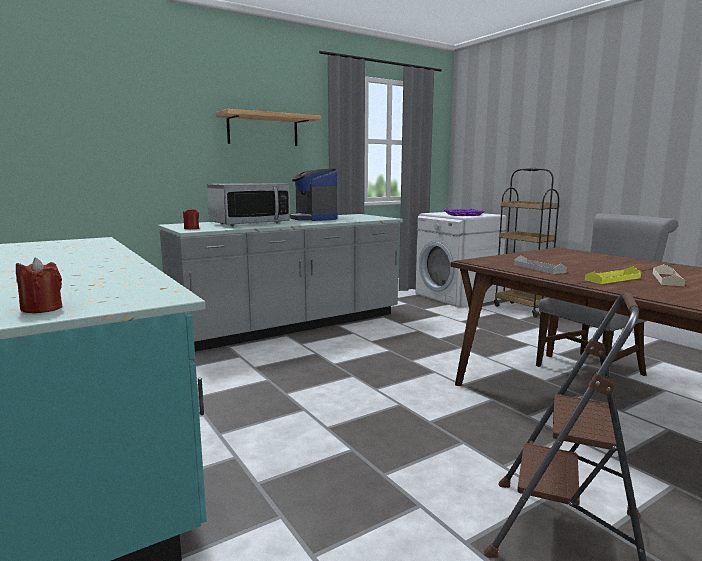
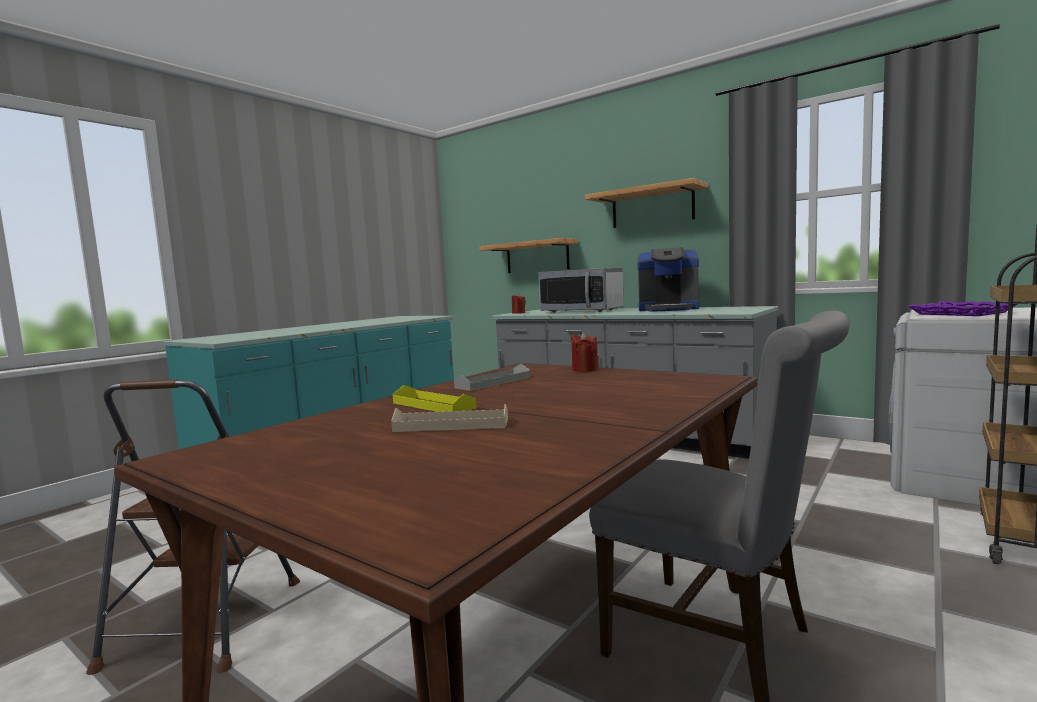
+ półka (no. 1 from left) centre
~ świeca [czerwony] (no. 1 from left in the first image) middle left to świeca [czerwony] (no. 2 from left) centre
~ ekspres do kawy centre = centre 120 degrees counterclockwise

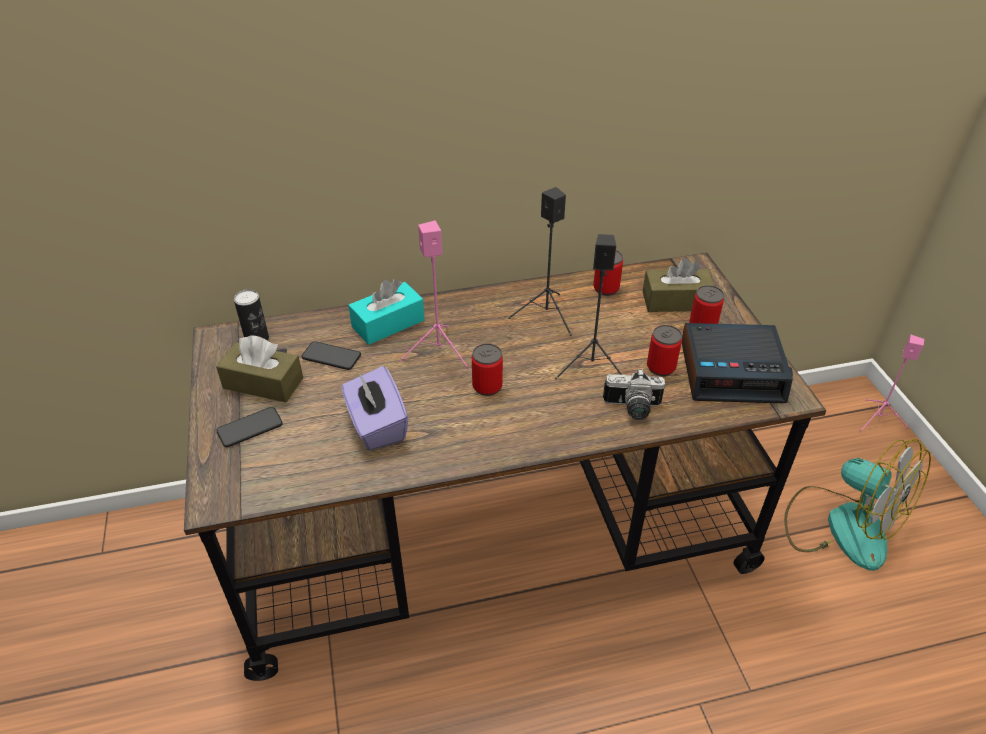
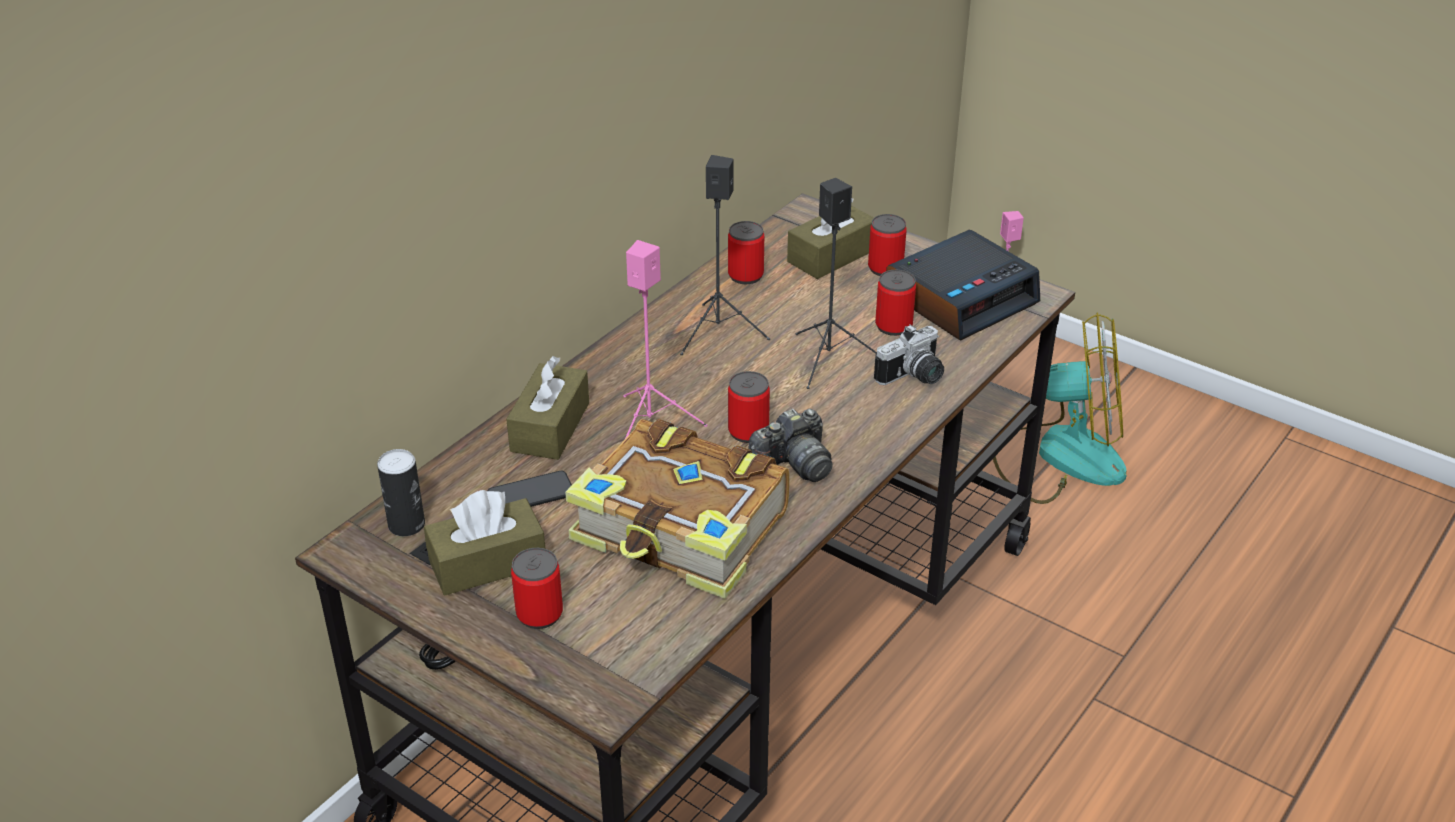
~ pudełko chusteczek [turkusowy] centre to pudełko chusteczek [brązowy] (no. 2 from left) centre
~ telefon (no. 1 from left) middle left to puszka (no. 2 from left) bottom centre
~ pudełko chusteczek [fioletowy] centre to książka centre
+ aparat fotograficzny (no. 1 from left) centre

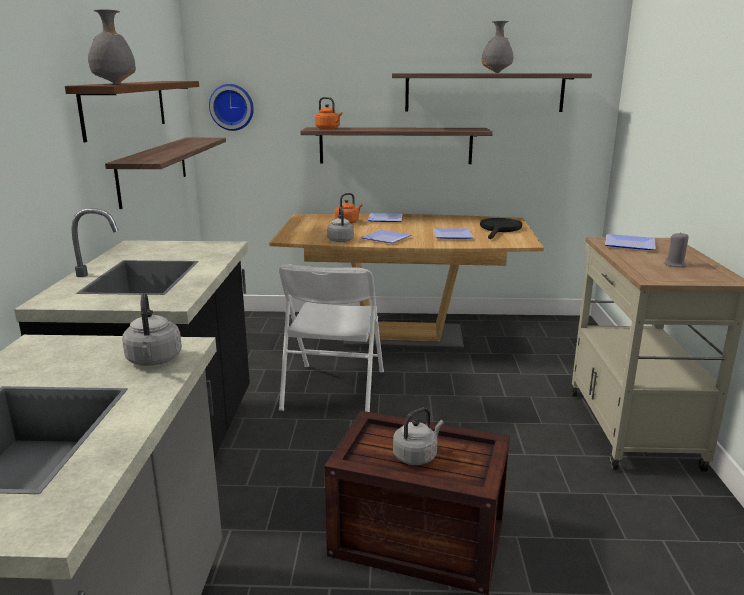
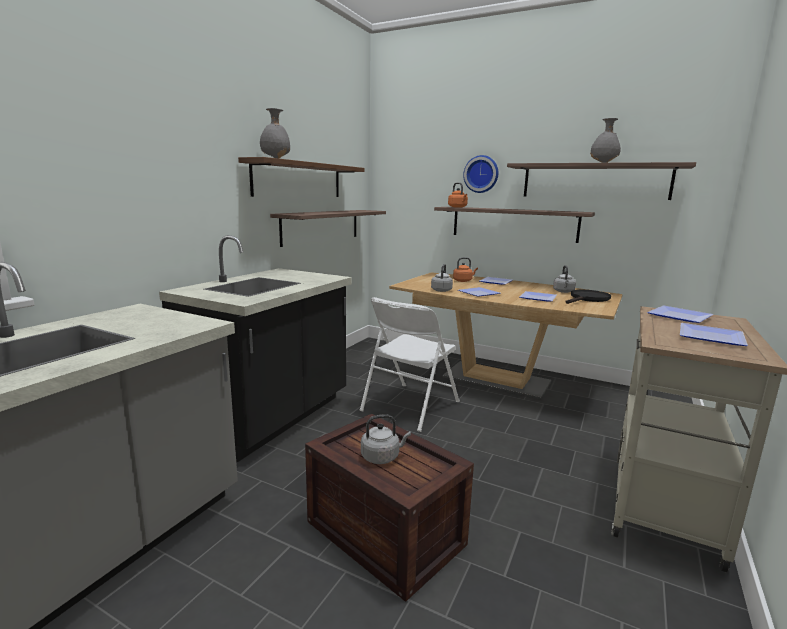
~ zegar ścienny top left to top centre
~ czajnik [szary] (no. 1 from left in the first image) middle left to czajnik [szary] (no. 3 from left) middle right
~ świeca [szary] middle right to talerz (no. 5 from left) middle right

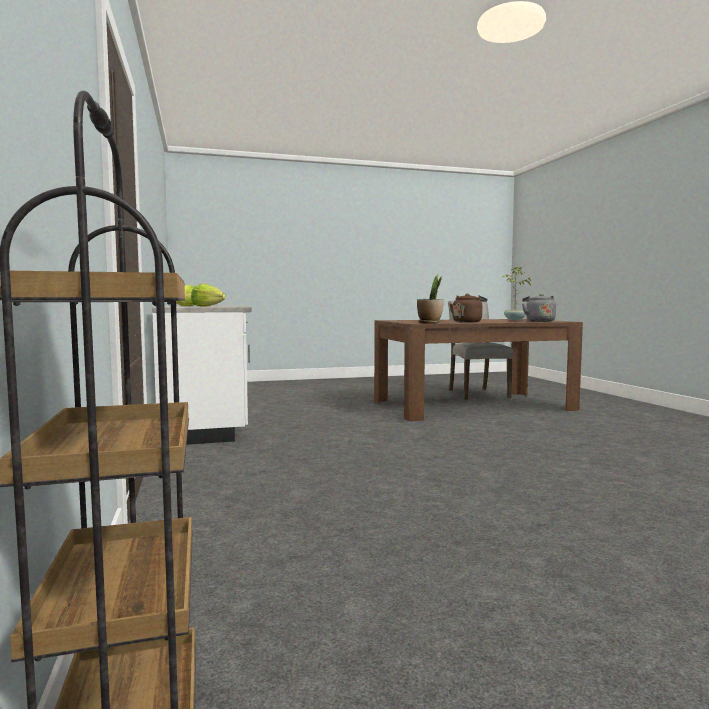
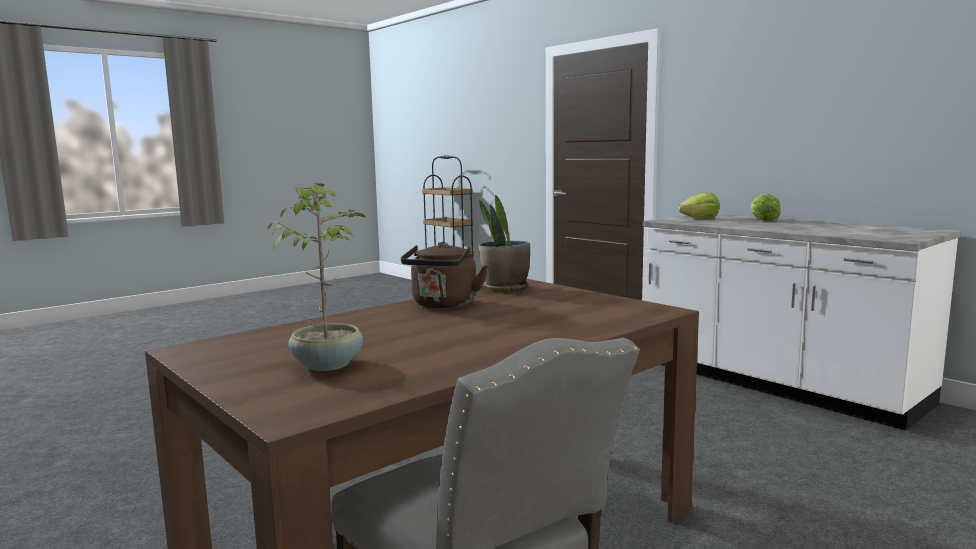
- czajnik [szary] middle right

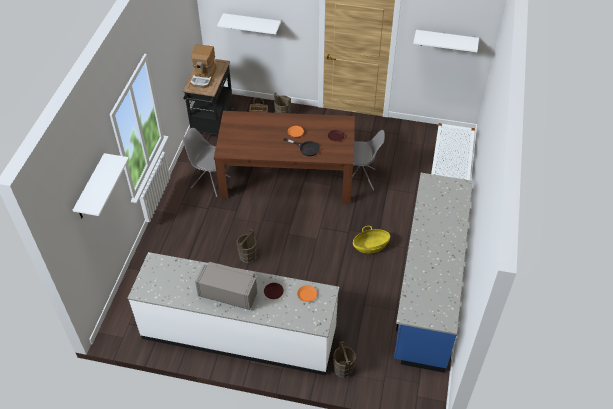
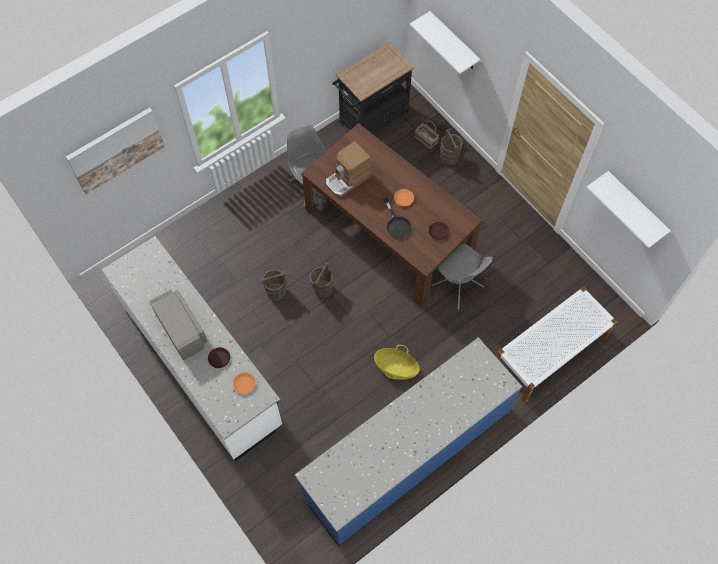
~ półka [biały] (no. 1 from left) middle left to obraz top left
~ wiadro [brązowy] (no. 3 from left in the first image) bottom centre to wiadro [brązowy] (no. 2 from left) centre
~ ekspres do kawy top left to top centre

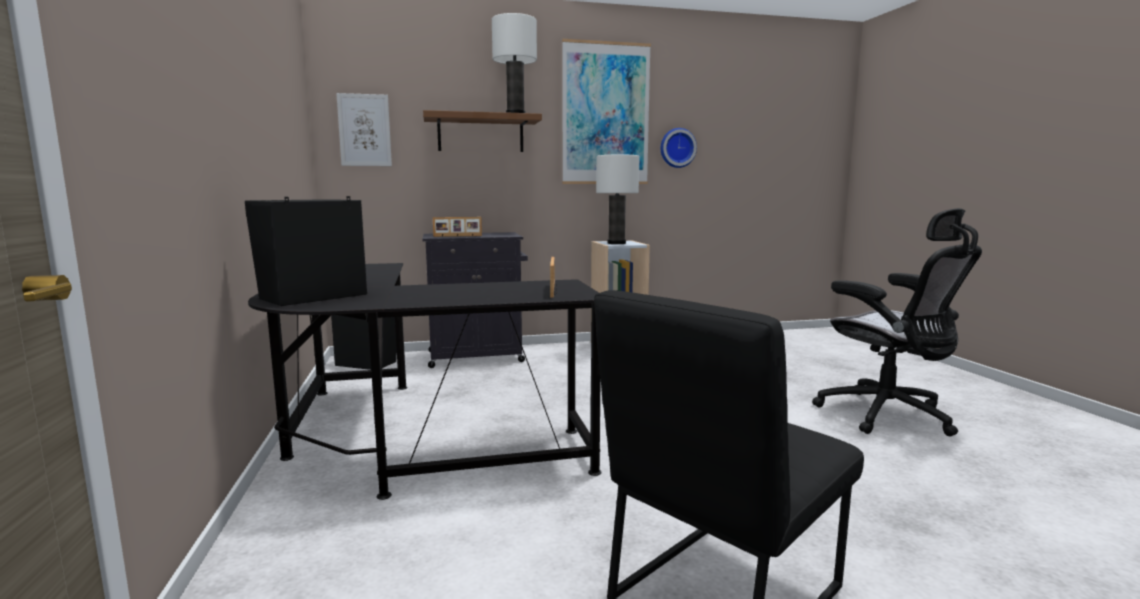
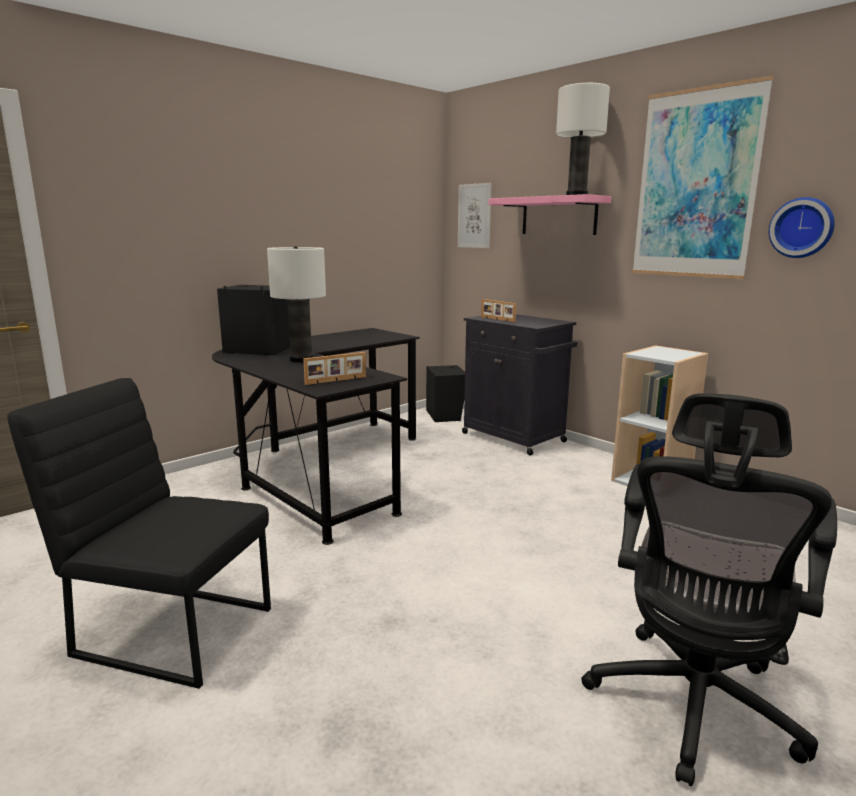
~ lampa stołowa [biały] (no. 2 from left in the first image) top centre to lampa stołowa [biały] (no. 1 from left) centre
~ półka [brązowy] top centre to półka [różowy] top centre

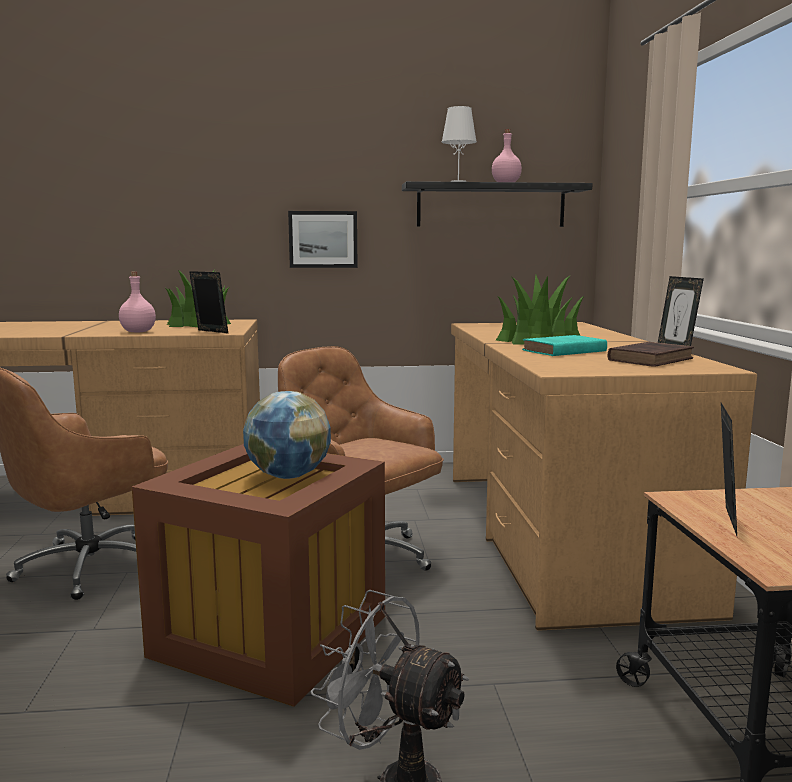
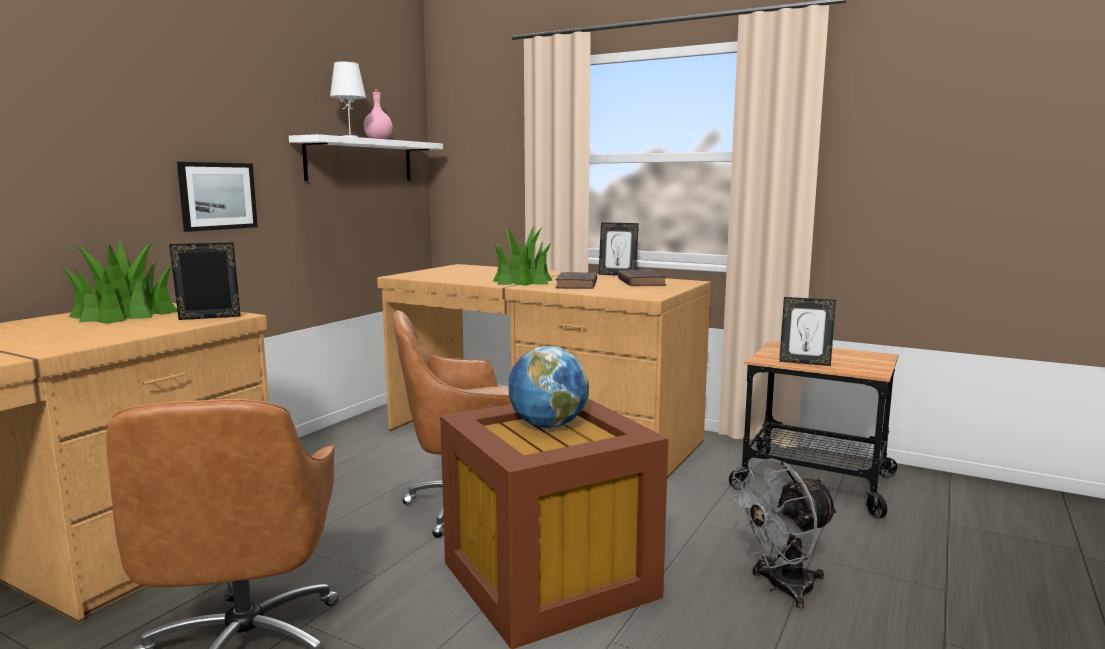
~ półka [czarny] top centre to półka [biały] top left
~ książka [turkusowy] middle right to książka [brązowy] (no. 1 from left) centre
~ ramka na zdjęcie (no. 3 from left) middle right = middle right 150 degrees clockwise
- butelka [różowy] (no. 1 from left) middle left

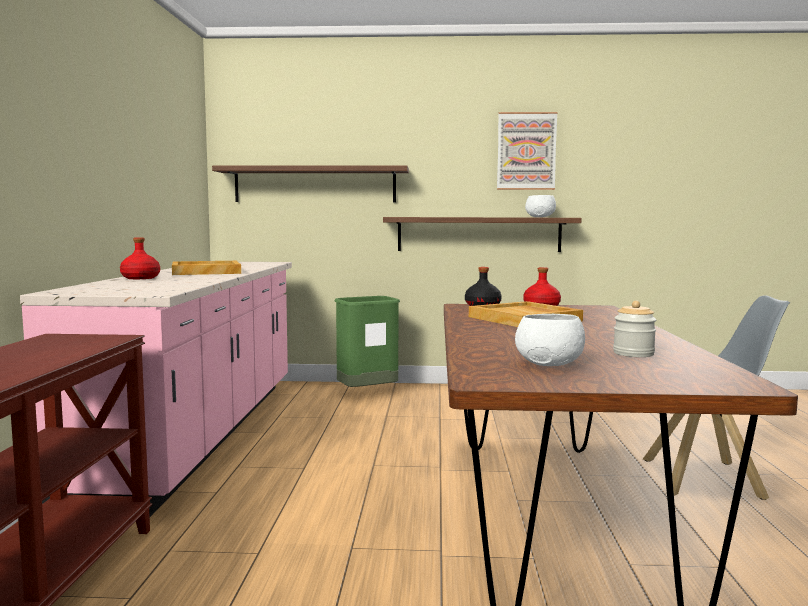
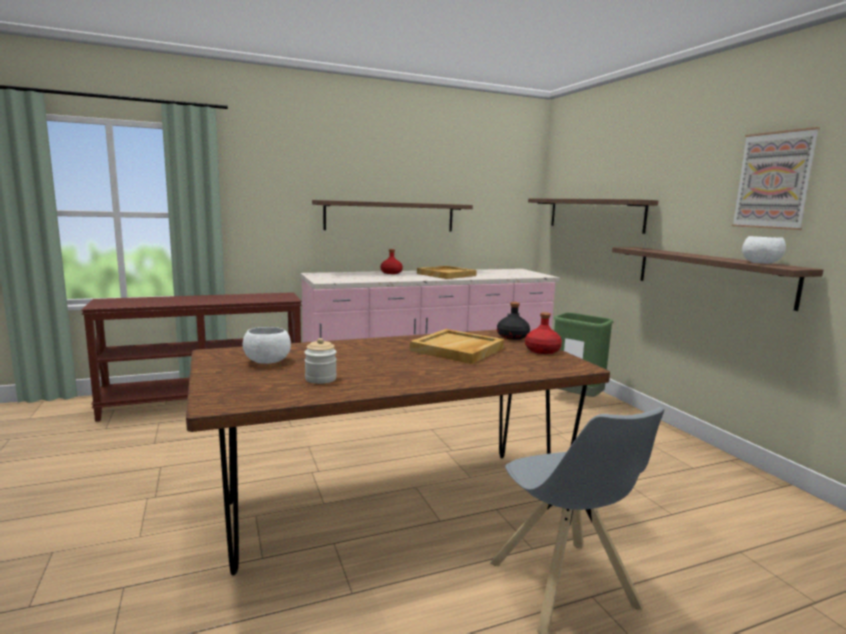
+ półka (no. 1 from left) centre

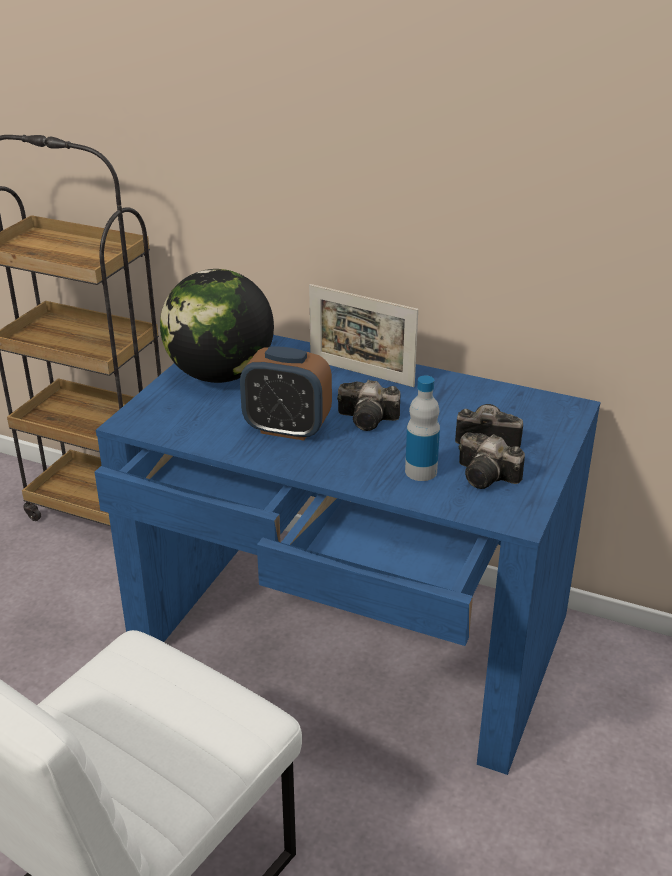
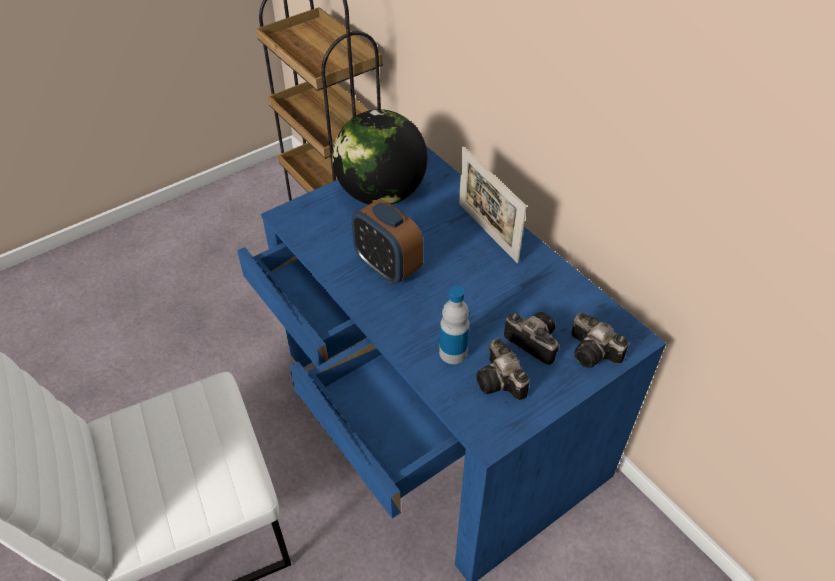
~ aparat fotograficzny (no. 1 from left in the first image) centre to aparat fotograficzny (no. 3 from left) middle right

